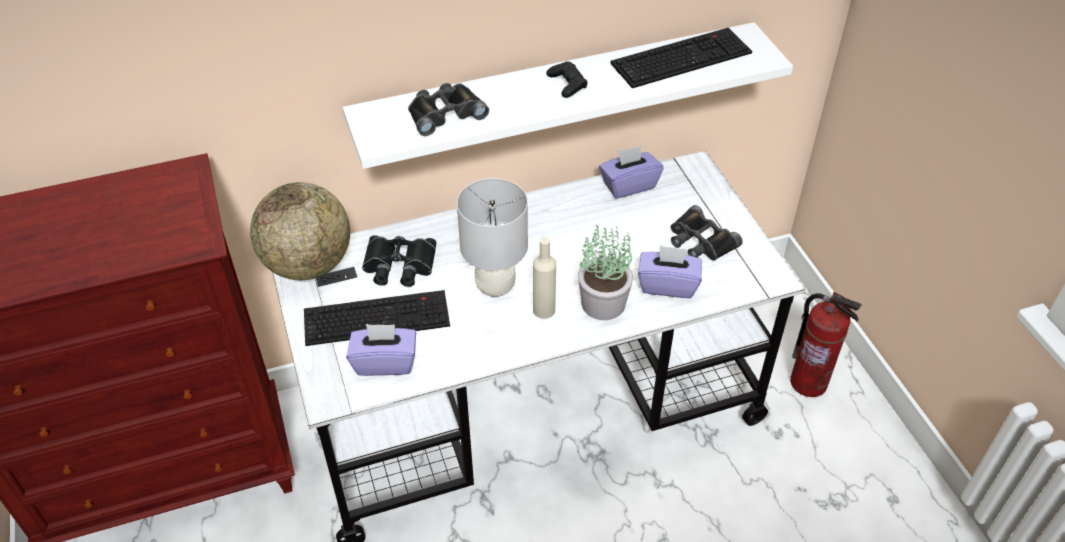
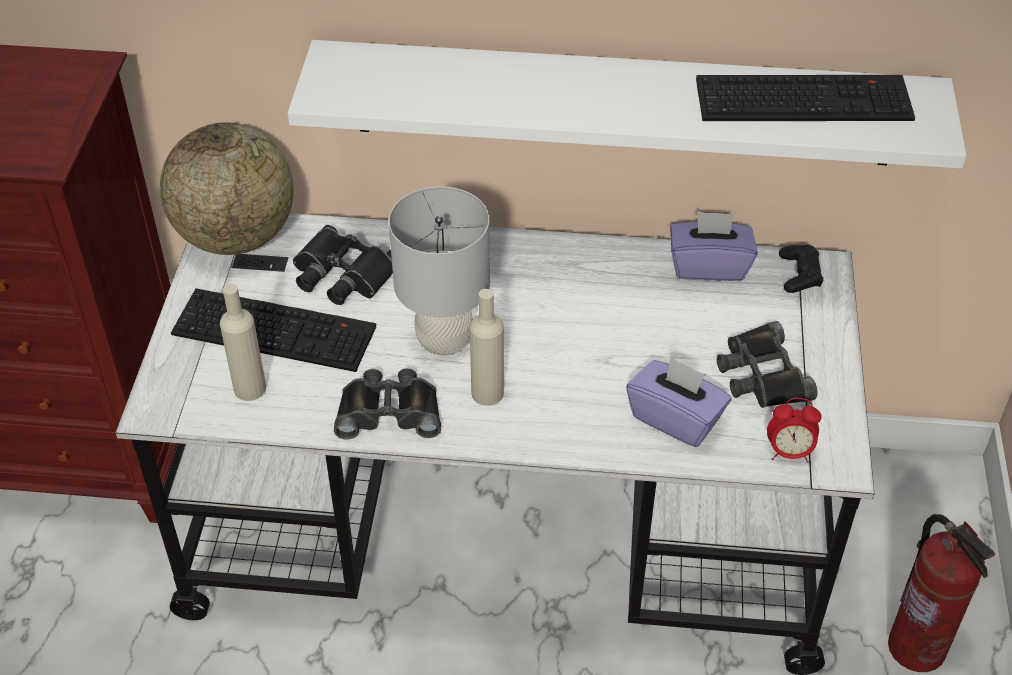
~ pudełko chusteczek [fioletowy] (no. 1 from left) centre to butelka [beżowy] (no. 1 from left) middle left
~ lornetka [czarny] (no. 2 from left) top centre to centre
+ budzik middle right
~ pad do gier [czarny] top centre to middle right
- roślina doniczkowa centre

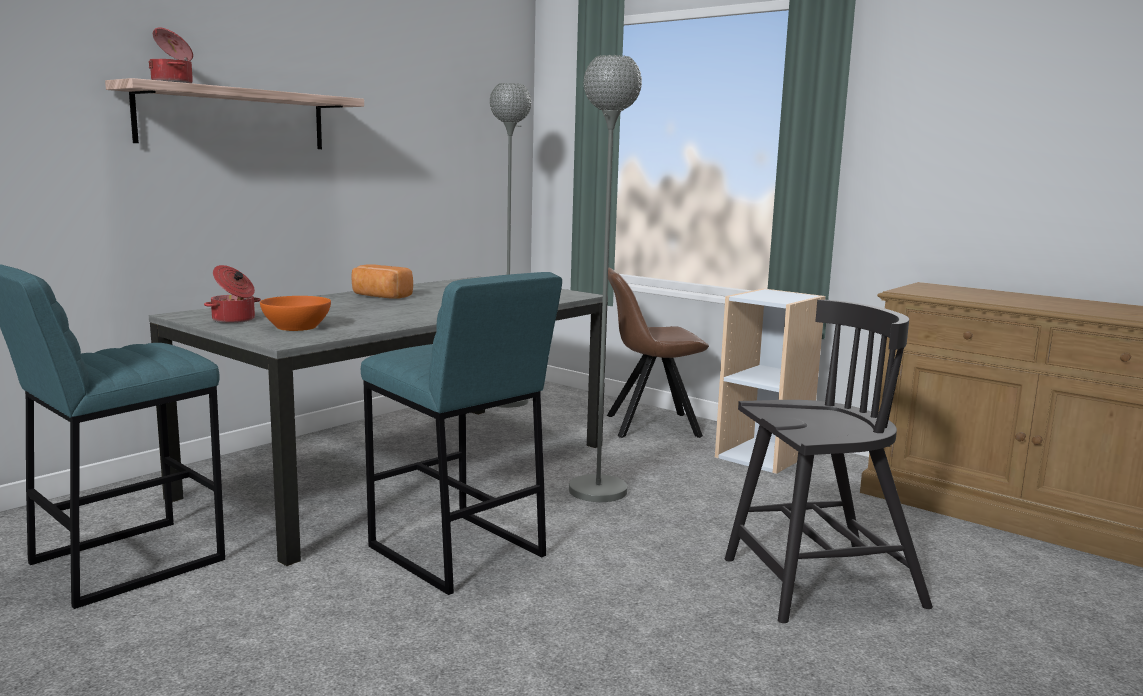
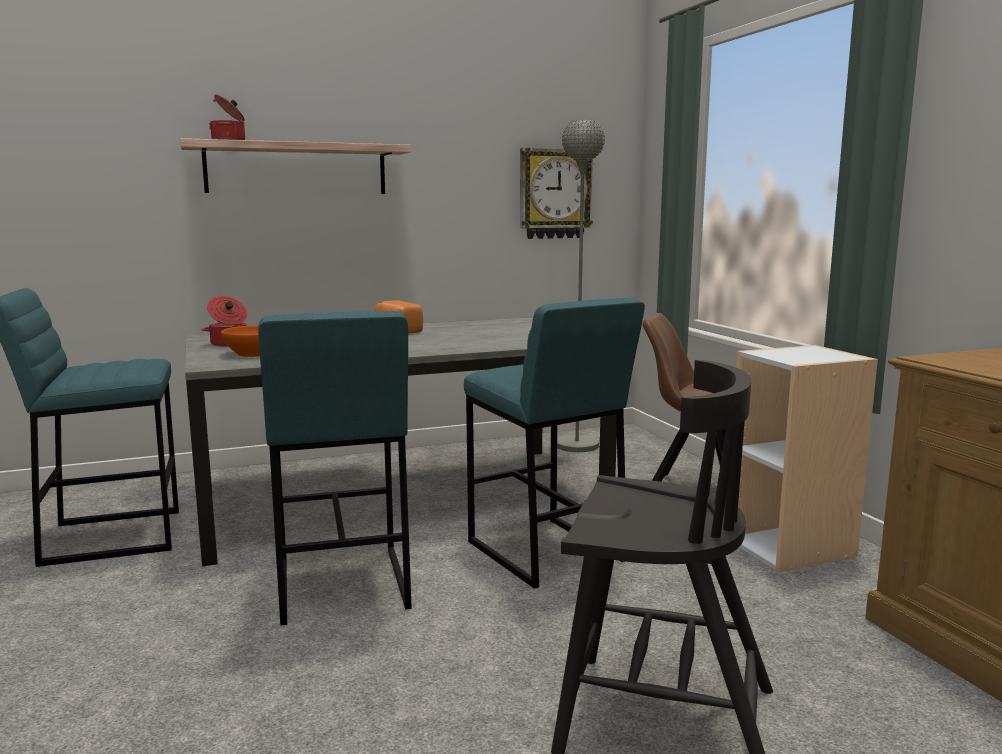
~ lampa stojąca [szary] (no. 2 from left) centre to stołek [turkusowy] (no. 3 from left) centre
+ zegar ścienny top centre

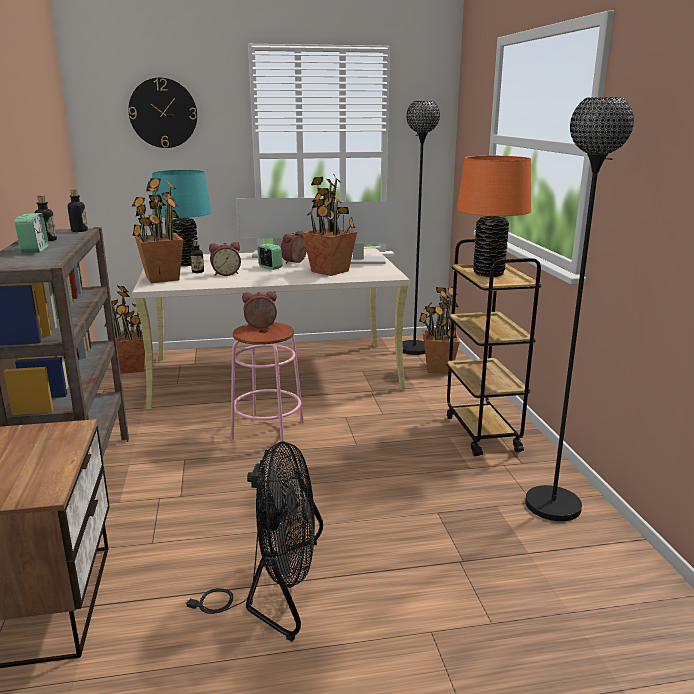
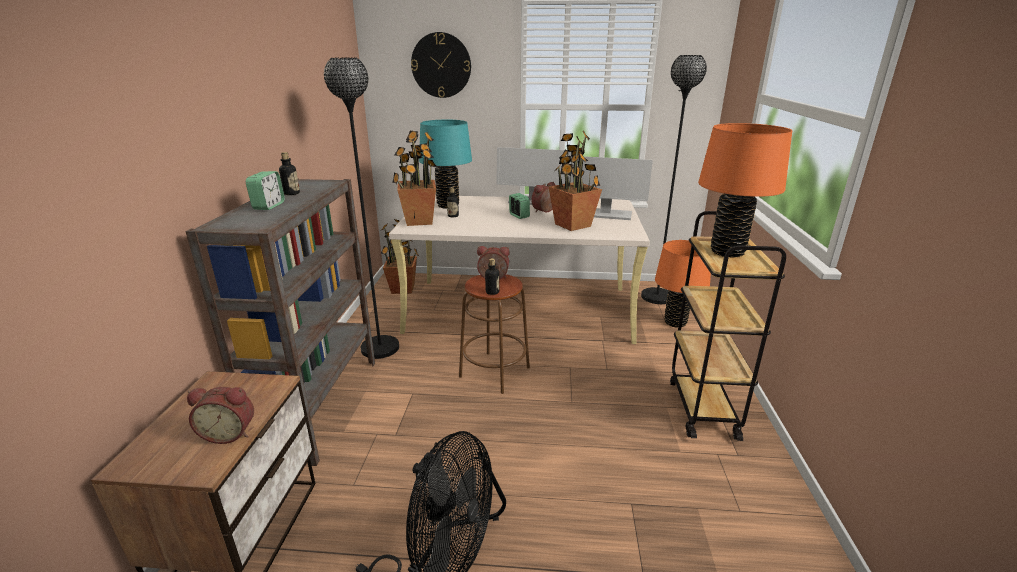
~ budzik (no. 2 from left in the first image) middle left to budzik (no. 1 from left) bottom left
~ lampa stojąca [czarny] (no. 2 from left in the first image) middle right to lampa stojąca [czarny] (no. 1 from left) centre
~ stołek [różowy] centre to stołek [brązowy] centre
~ butelka (no. 2 from left in the first image) top left to butelka (no. 3 from left) centre
~ roślina doniczkowa (no. 4 from left) centre to lampa stołowa [pomarańczowy] (no. 1 from left) middle right

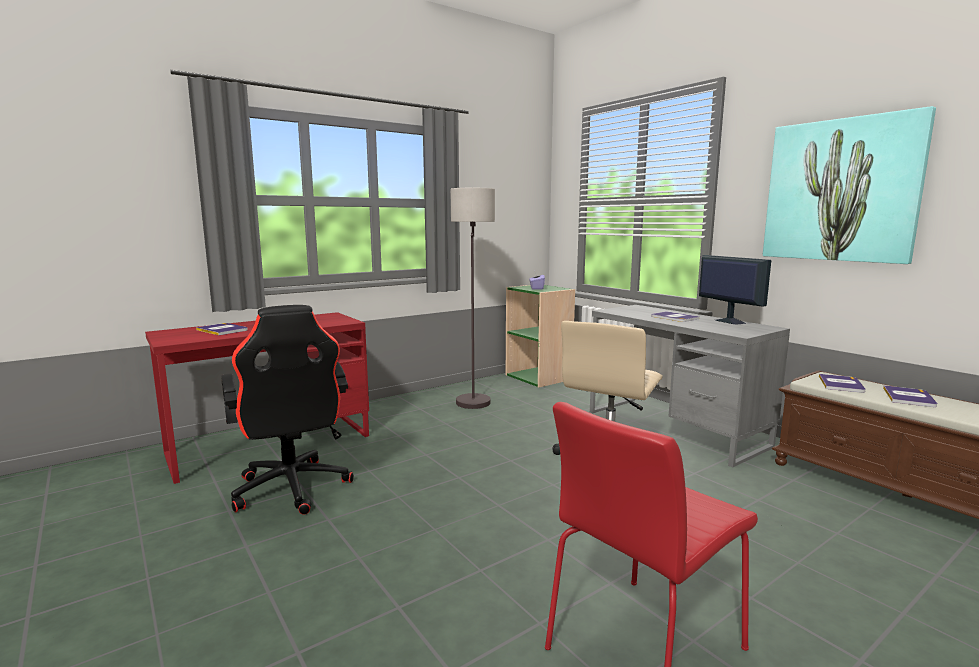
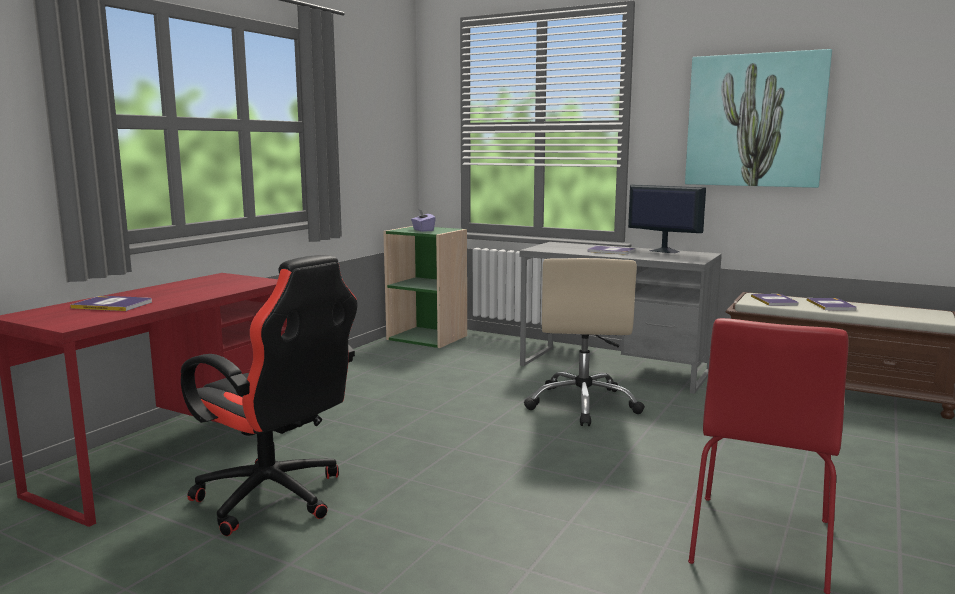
- lampa stojąca [szary] centre

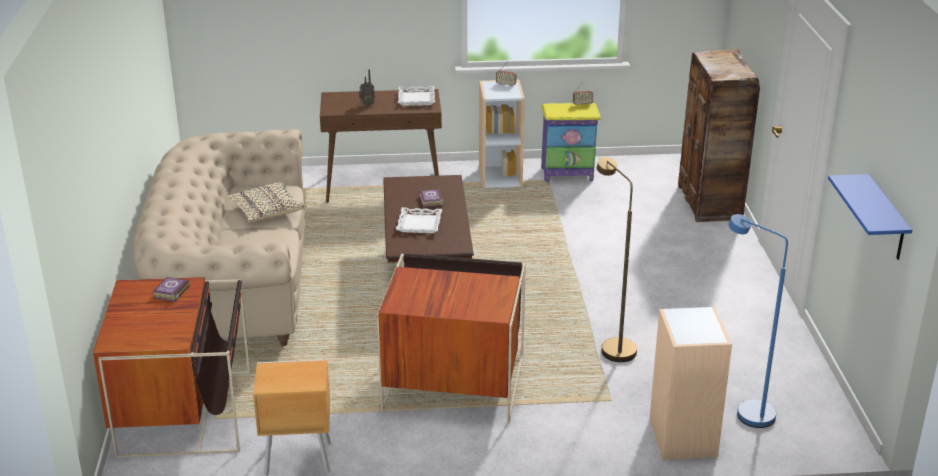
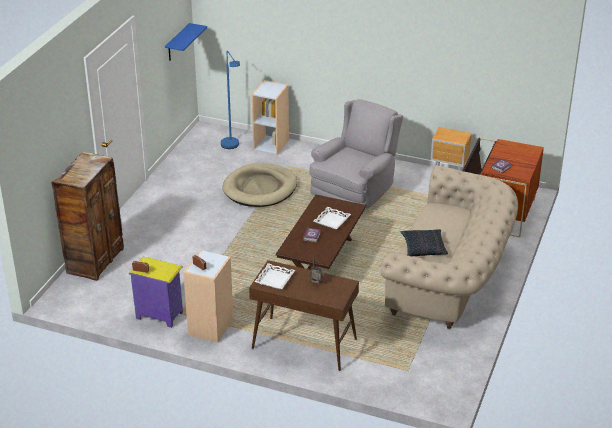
~ lampa stojąca [brązowy] centre to legowisko [beżowy] centre
~ stolik (no. 2 from left) bottom centre to fotel [szary] centre
~ poduszka [beżowy] middle left to poduszka [czarny] middle right

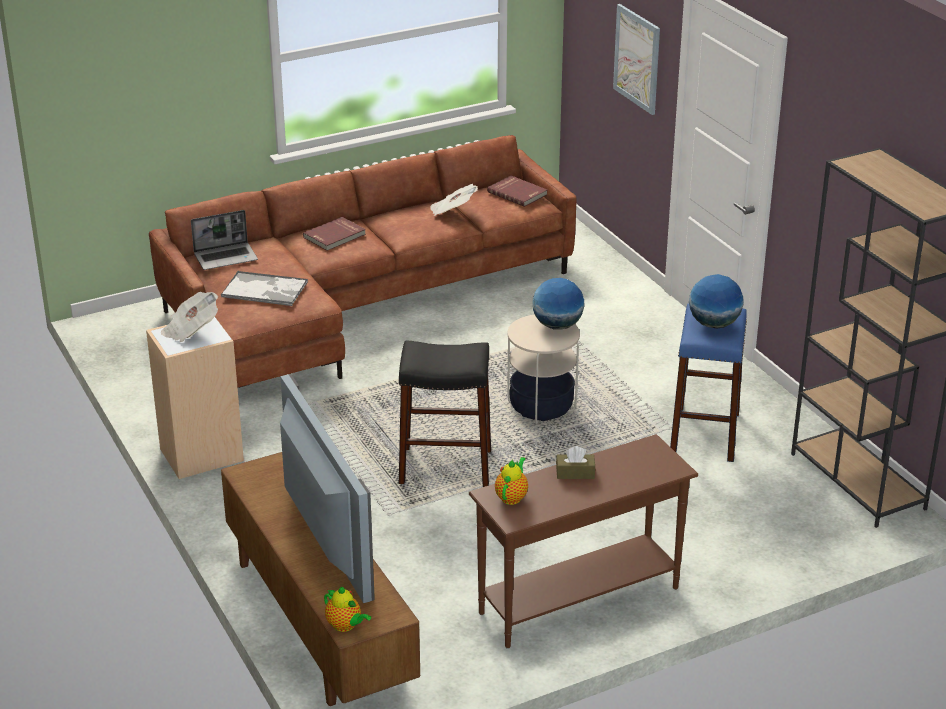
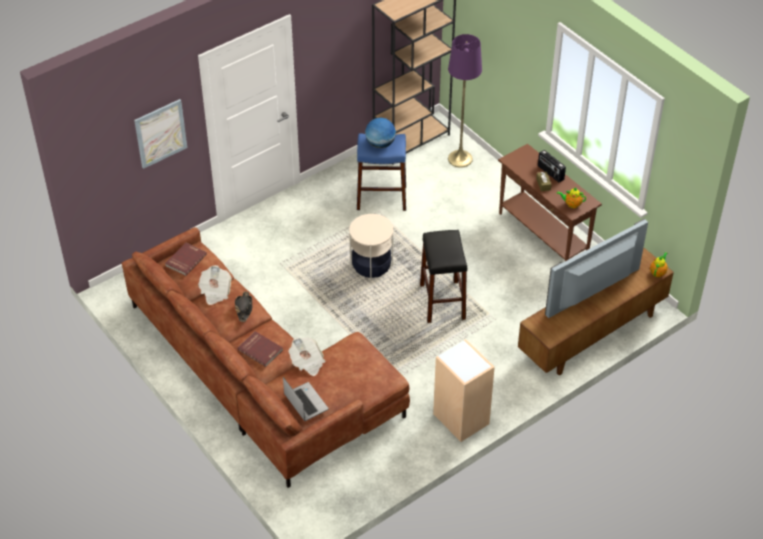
+ kapelusz [czarny] middle left
~ gazeta (no. 1 from left in the first image) middle left to gazeta (no. 2 from left) centre
+ lampa stojąca [fioletowy] top centre
+ radio top right
- taca middle left
- globus (no. 1 from left) centre

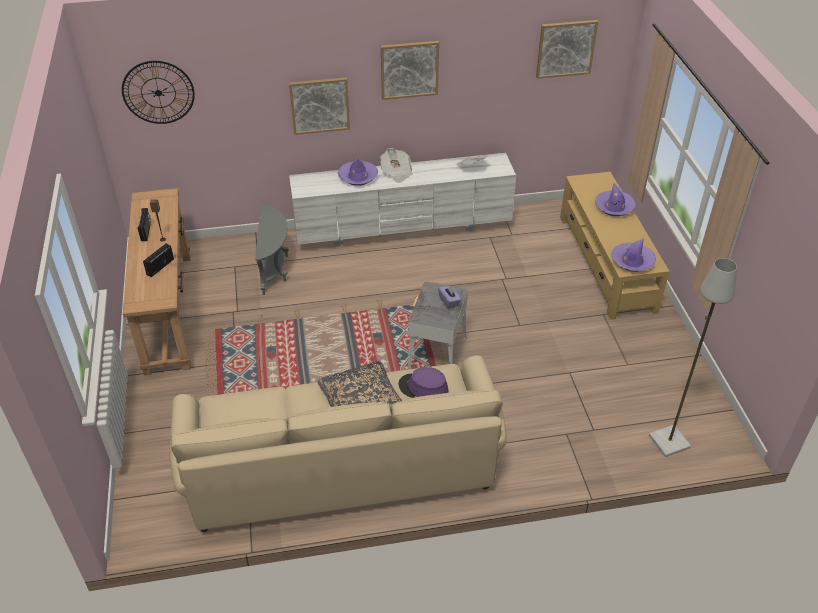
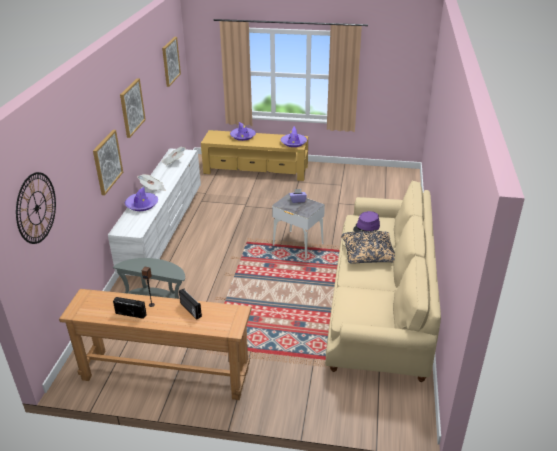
- lampa stojąca [szary] middle right

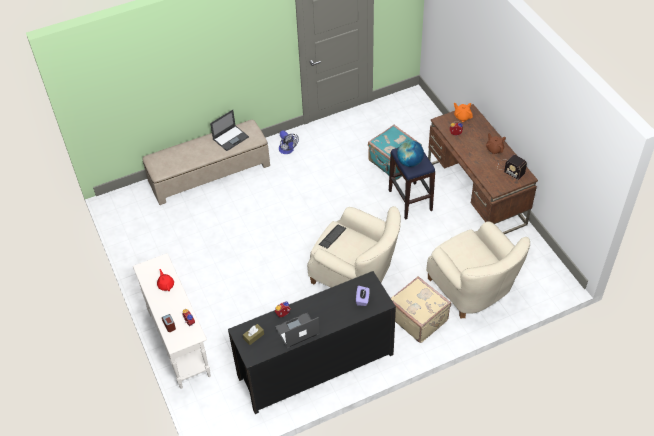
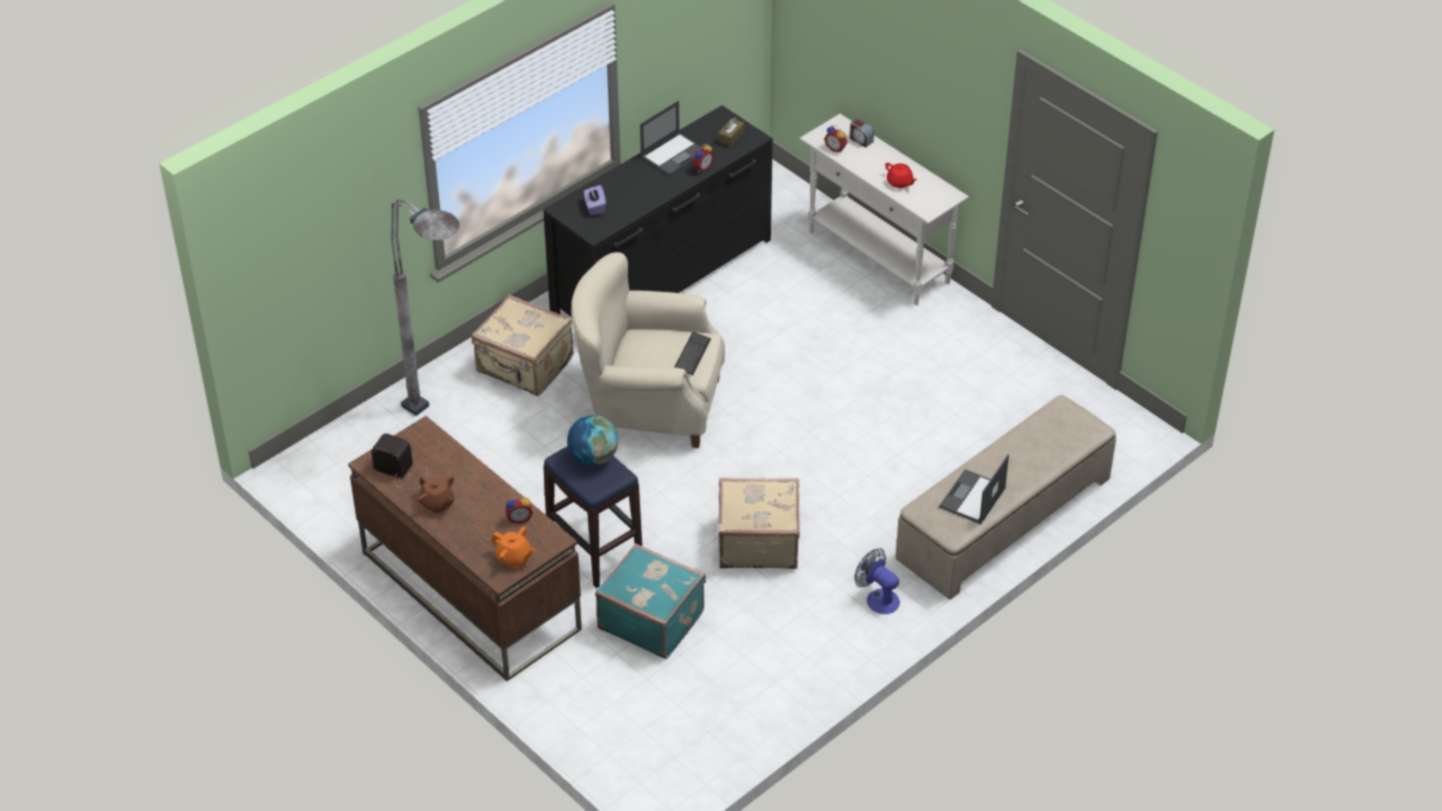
~ fotel [beżowy] (no. 2 from left) middle right to lampa stojąca [szary] middle left
+ walizka [beżowy] (no. 2 from left) centre

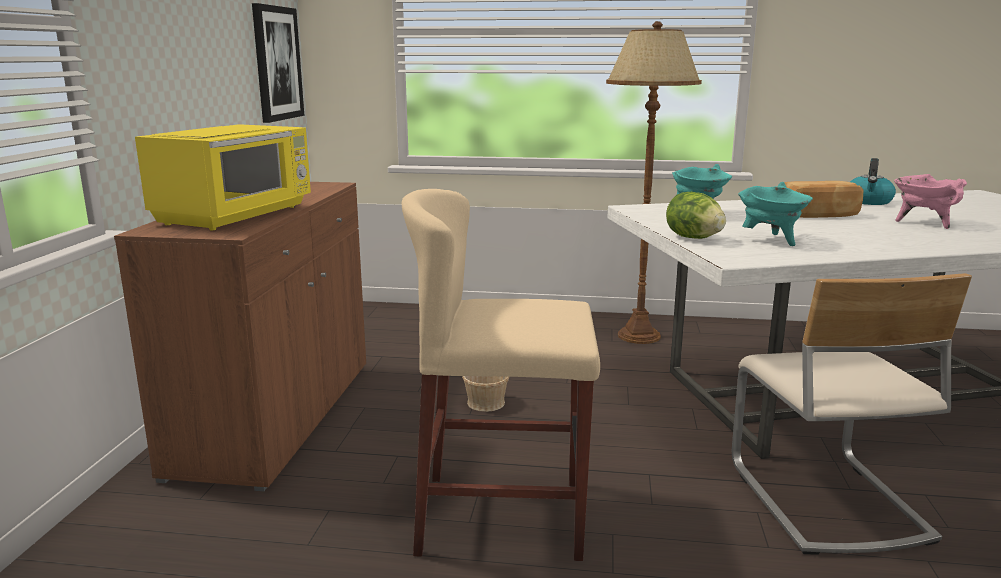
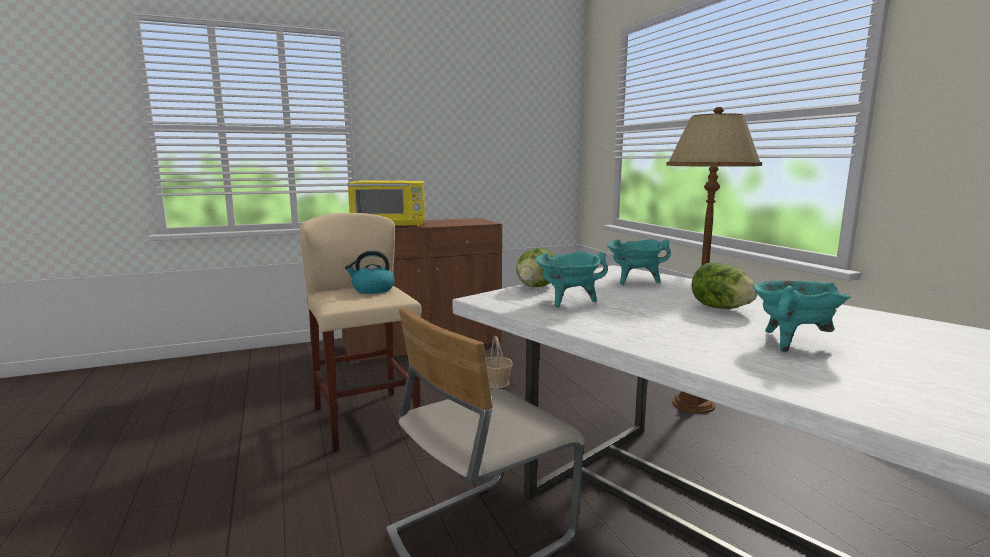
~ czajnik top right to centre
~ chleb middle right to sałata (no. 2 from left) middle right
~ garnek [różowy] middle right to garnek [turkusowy] (no. 3 from left) middle right
- obraz top left

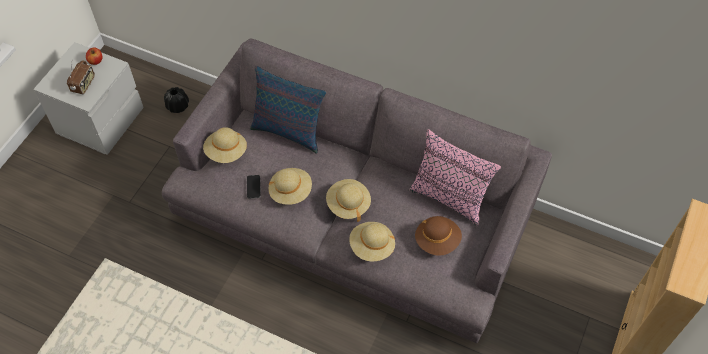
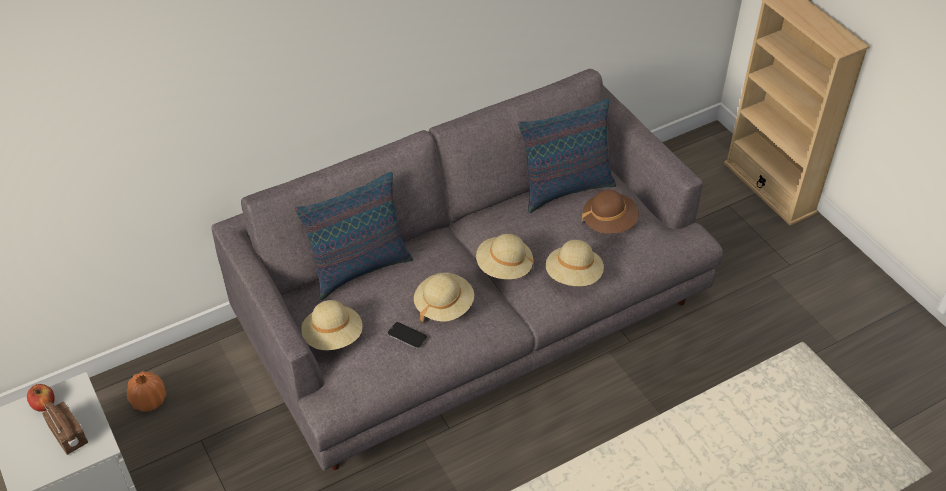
~ wazon [czarny] top left to wazon [pomarańczowy] bottom left
~ poduszka [różowy] centre to poduszka [niebieski] (no. 2 from left) top centre

